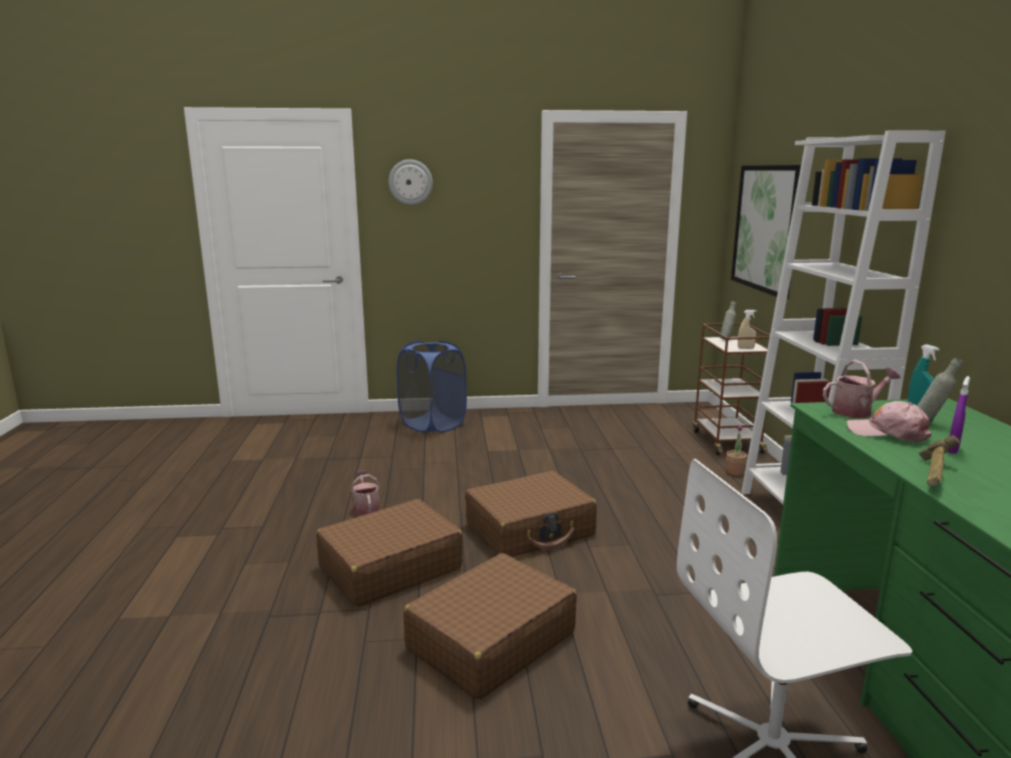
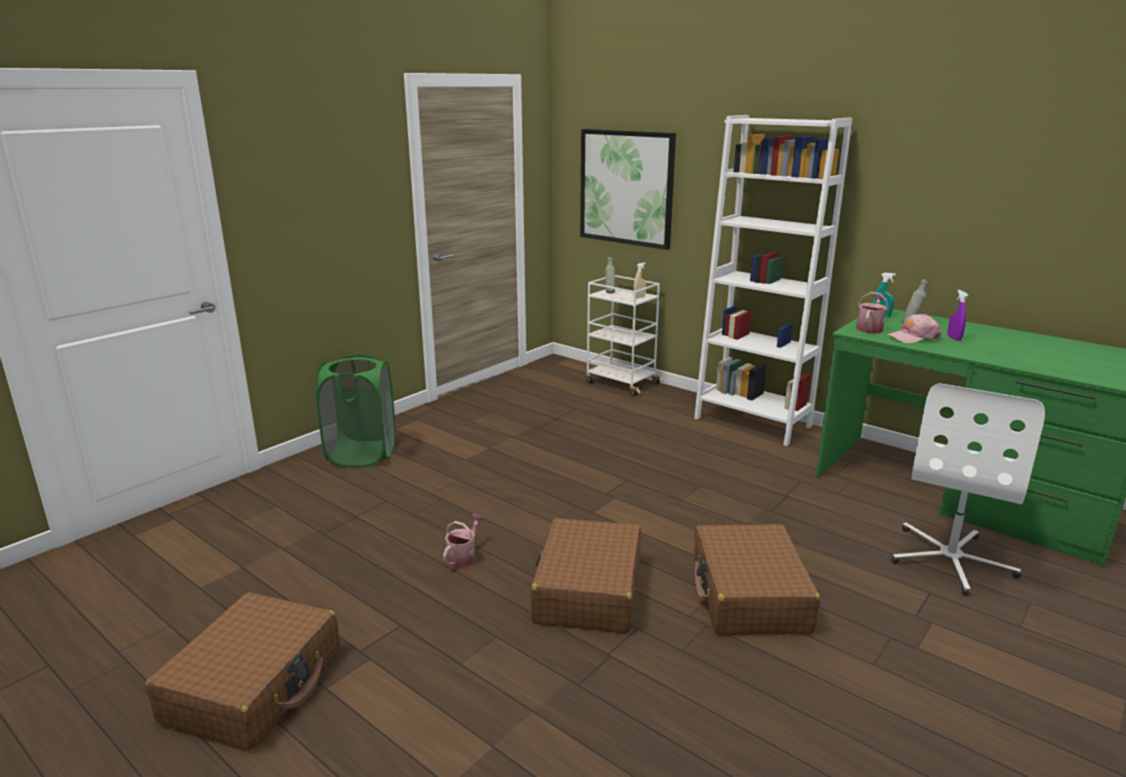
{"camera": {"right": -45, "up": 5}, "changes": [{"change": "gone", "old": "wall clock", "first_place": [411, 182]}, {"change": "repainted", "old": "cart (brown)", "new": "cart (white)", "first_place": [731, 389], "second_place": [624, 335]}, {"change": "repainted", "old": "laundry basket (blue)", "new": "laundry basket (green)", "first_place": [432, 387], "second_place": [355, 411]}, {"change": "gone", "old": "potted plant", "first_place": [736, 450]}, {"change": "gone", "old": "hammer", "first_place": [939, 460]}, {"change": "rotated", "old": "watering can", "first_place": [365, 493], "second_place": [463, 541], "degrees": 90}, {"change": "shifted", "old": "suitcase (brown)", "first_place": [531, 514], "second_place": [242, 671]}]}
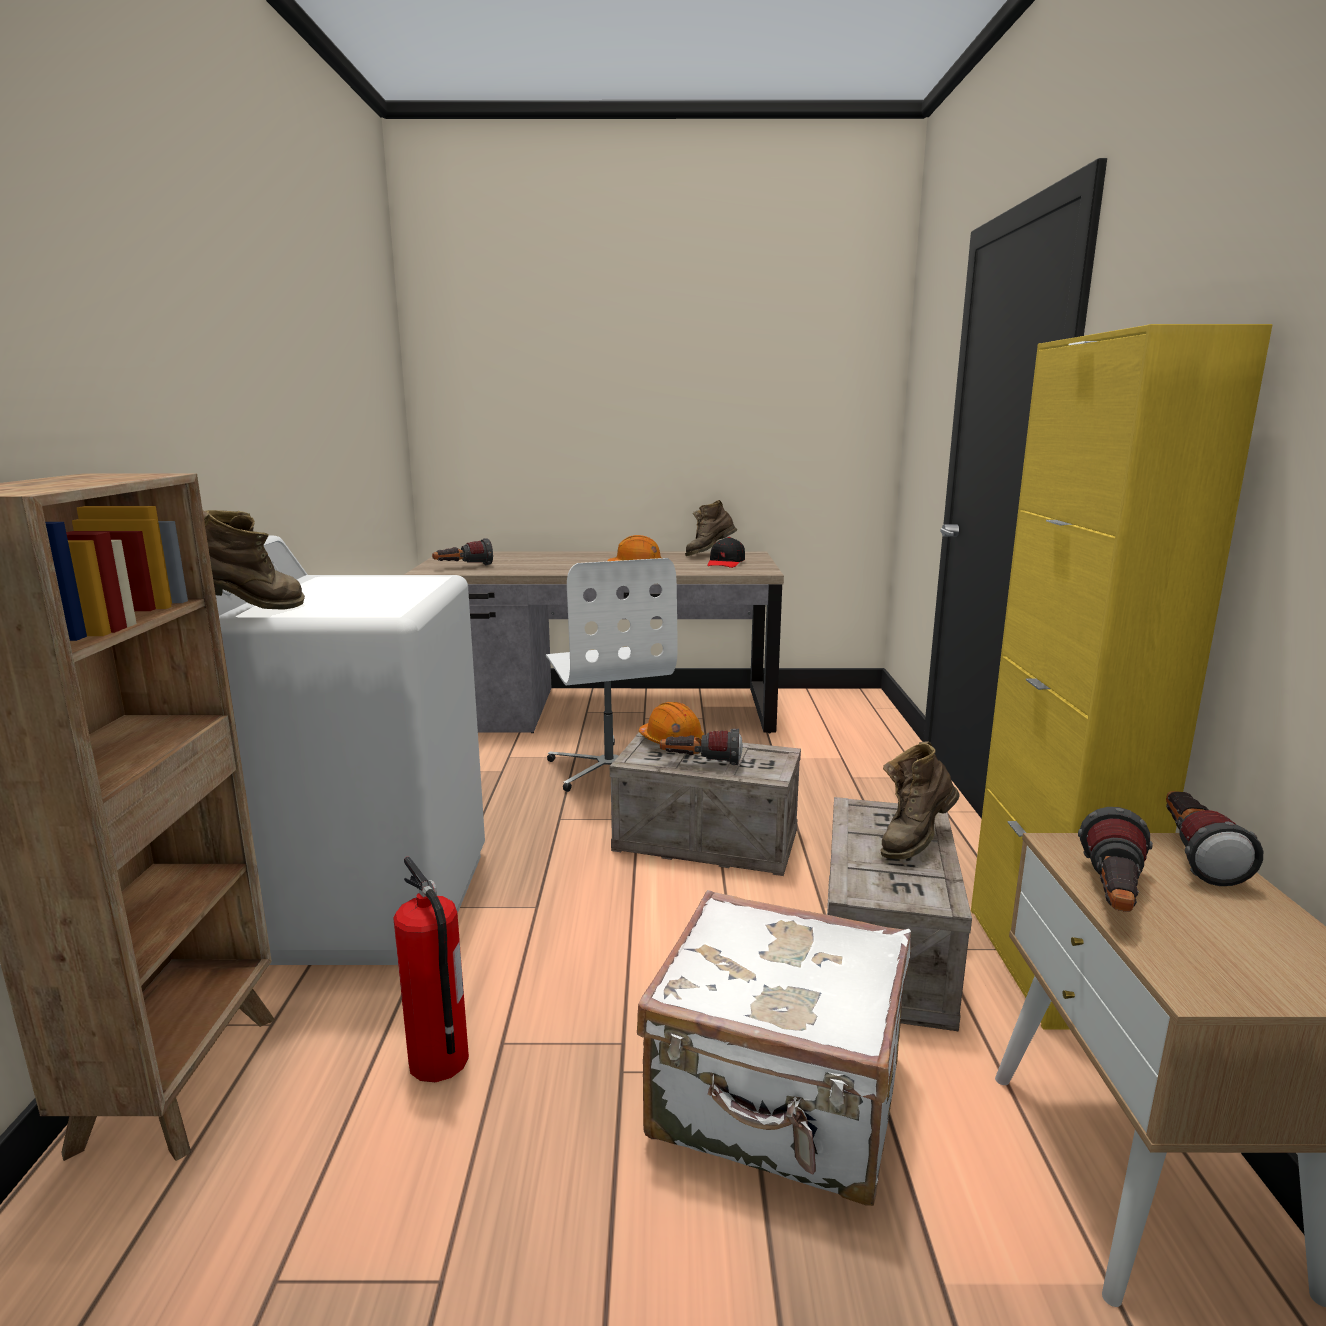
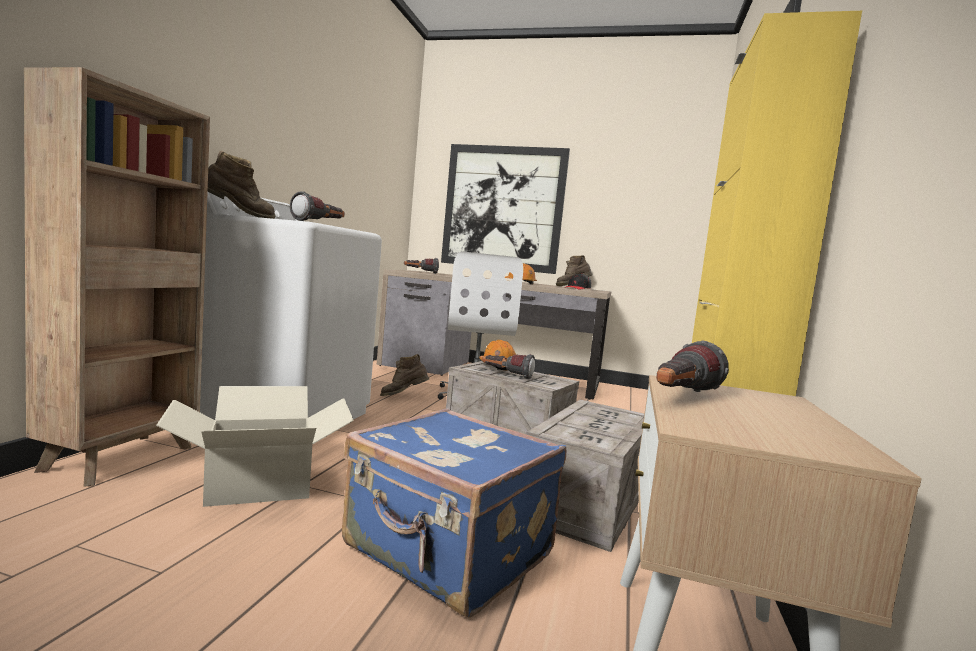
{"camera": {"right": 15, "up": -10}, "changes": [{"change": "shifted", "old": "boot (brown)", "first_place": [920, 800], "second_place": [404, 375]}, {"change": "shifted", "old": "flashlight", "first_place": [1214, 838], "second_place": [317, 206]}, {"change": "swapped", "old": "fire extinguisher", "new": "cardboard box", "first_place": [431, 969], "second_place": [255, 446]}, {"change": "repainted", "old": "suitcase (white)", "new": "suitcase (blue)", "first_place": [774, 1048], "second_place": [454, 512]}, {"change": "new", "new": "picture", "second_place": [505, 209]}]}
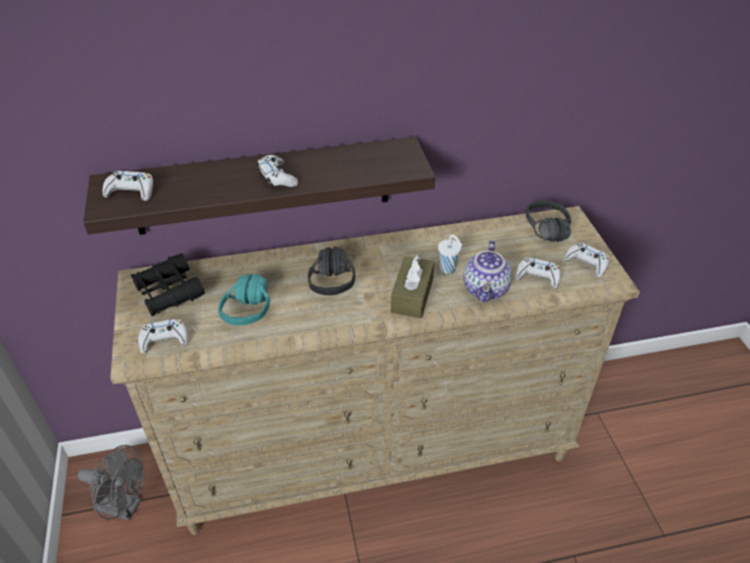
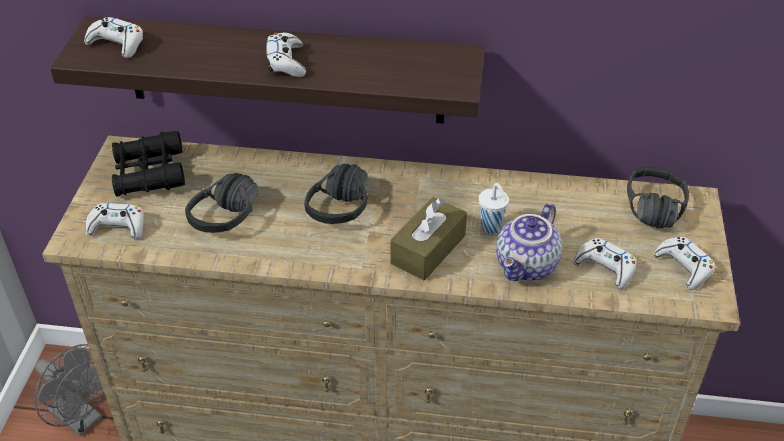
{"camera": {"right": 20, "up": 0}, "changes": [{"change": "repainted", "old": "headphones (turquoise)", "new": "headphones (black)", "first_place": [244, 300], "second_place": [221, 203]}]}
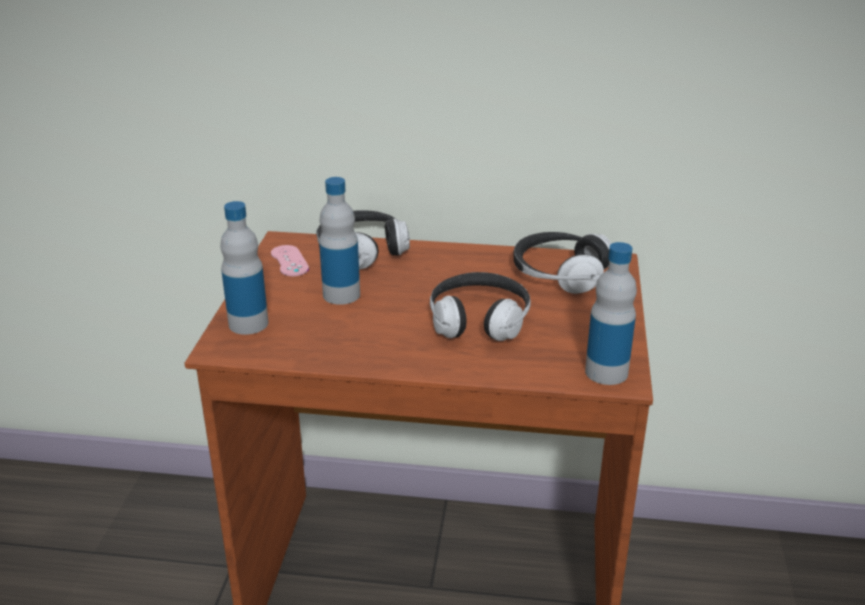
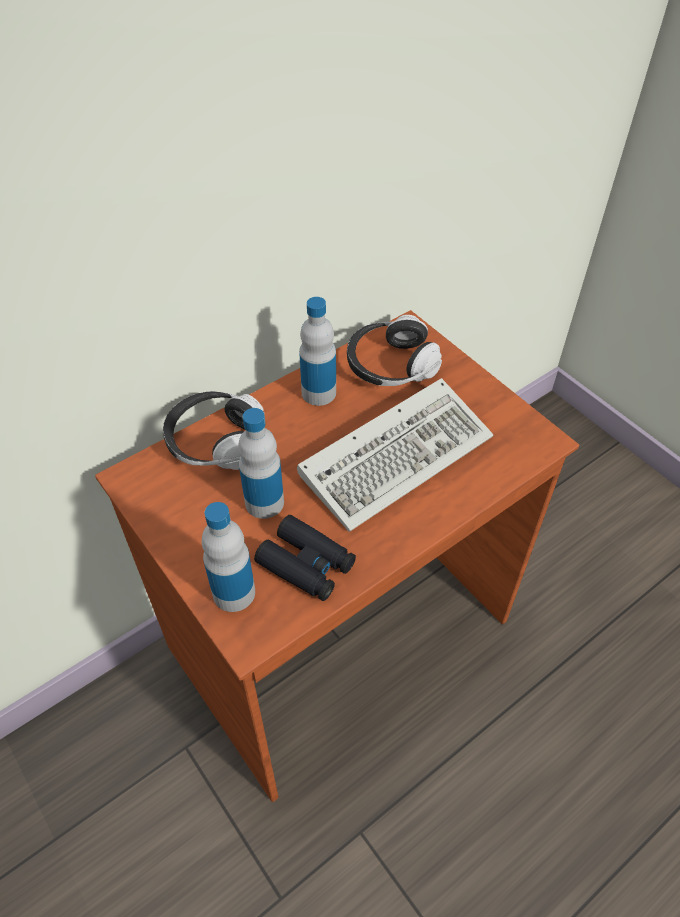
{"camera": {"right": -45, "up": 20}, "changes": [{"change": "shifted", "old": "bottle", "first_place": [611, 313], "second_place": [317, 351]}, {"change": "gone", "old": "game controller (pink)", "first_place": [290, 260]}, {"change": "swapped", "old": "headphones", "new": "keyboard", "first_place": [480, 306], "second_place": [395, 455]}, {"change": "new", "new": "binoculars (black)", "second_place": [305, 558]}]}
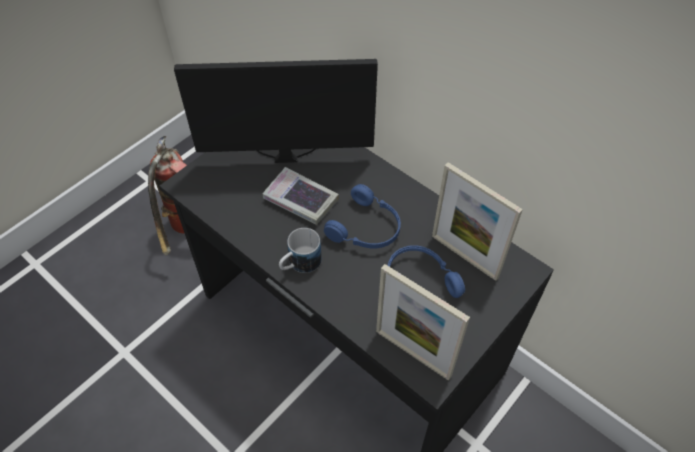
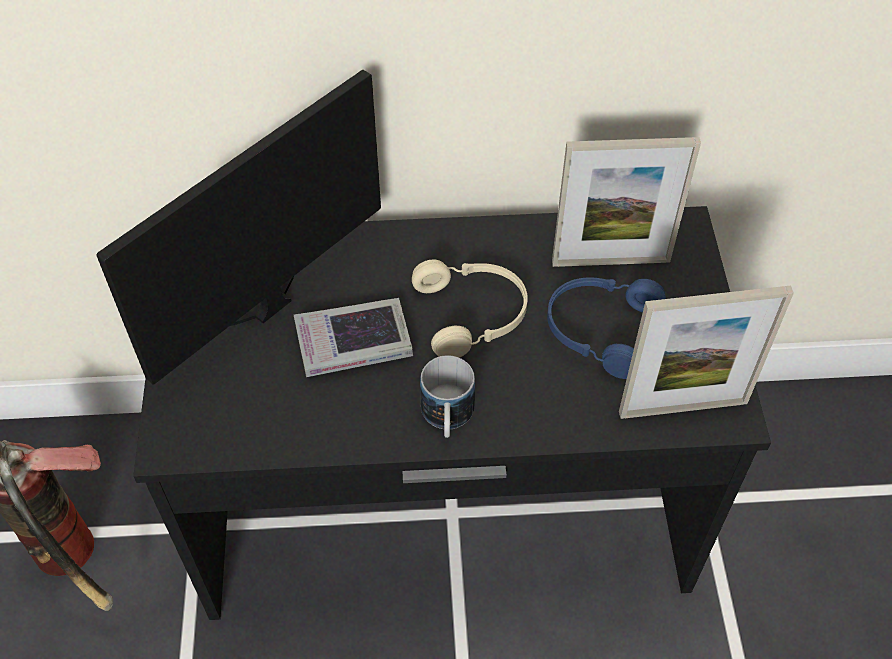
{"camera": {"right": -45, "up": 0}, "changes": [{"change": "repainted", "old": "headphones (blue)", "new": "headphones (beige)", "first_place": [362, 216], "second_place": [470, 309]}]}
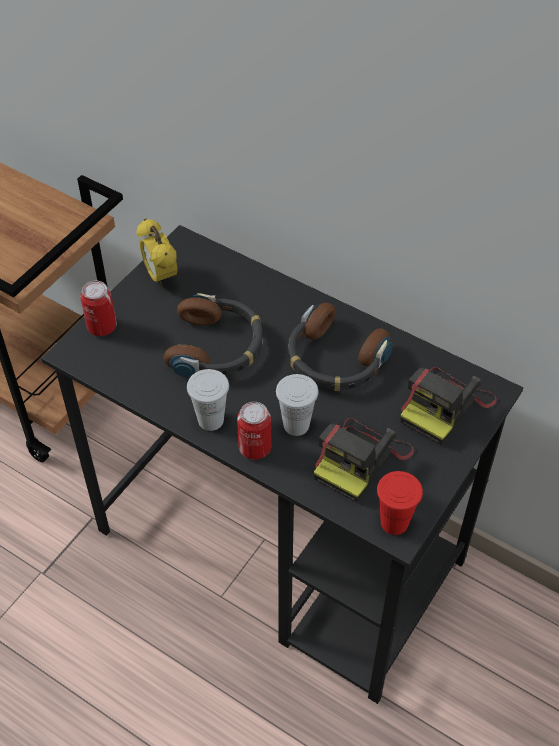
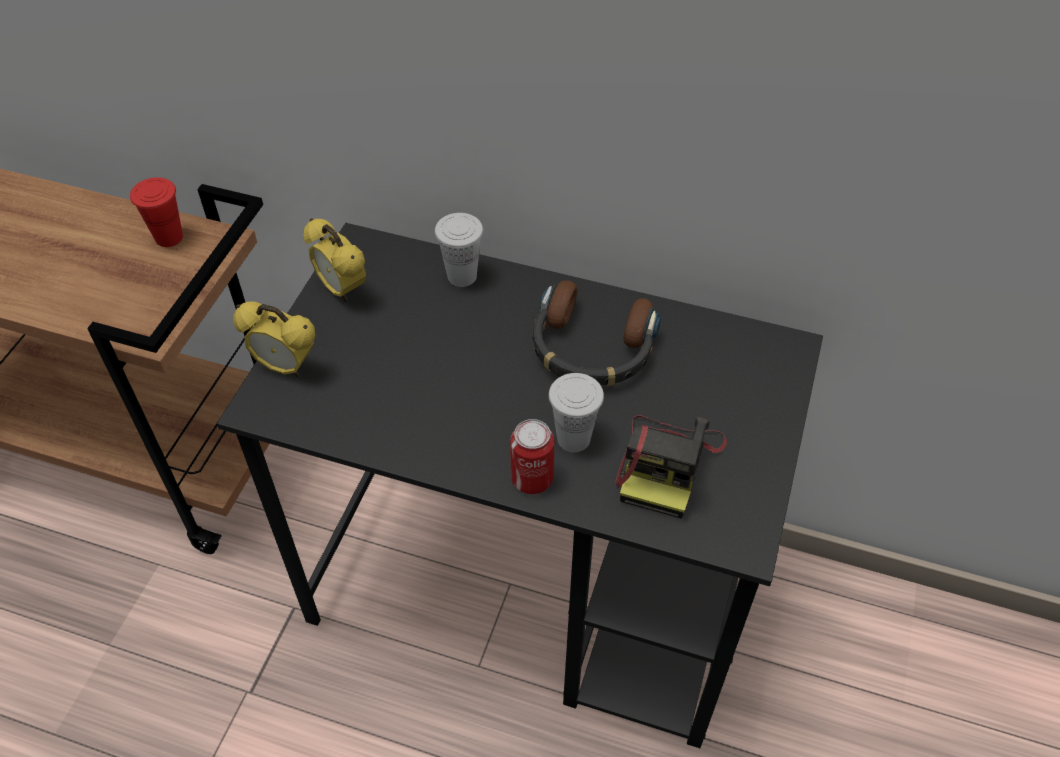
{"camera": {"right": -15, "up": 0}, "changes": [{"change": "swapped", "old": "can", "new": "alarm clock", "first_place": [98, 308], "second_place": [274, 339]}, {"change": "gone", "old": "headphones", "first_place": [213, 335]}, {"change": "gone", "old": "photo camera", "first_place": [449, 406]}, {"change": "shifted", "old": "cup (white)", "first_place": [208, 400], "second_place": [459, 250]}, {"change": "shifted", "old": "cup (red)", "first_place": [400, 503], "second_place": [156, 212]}]}
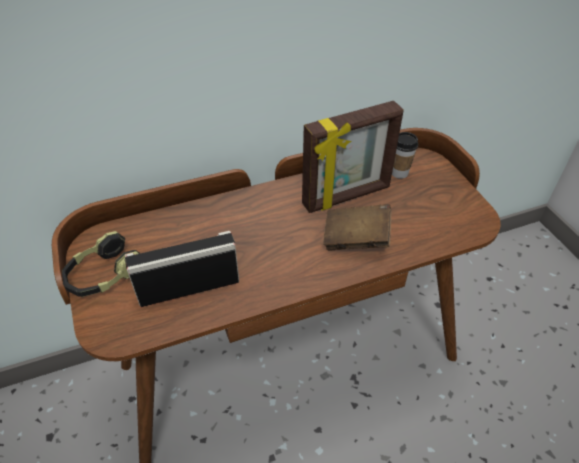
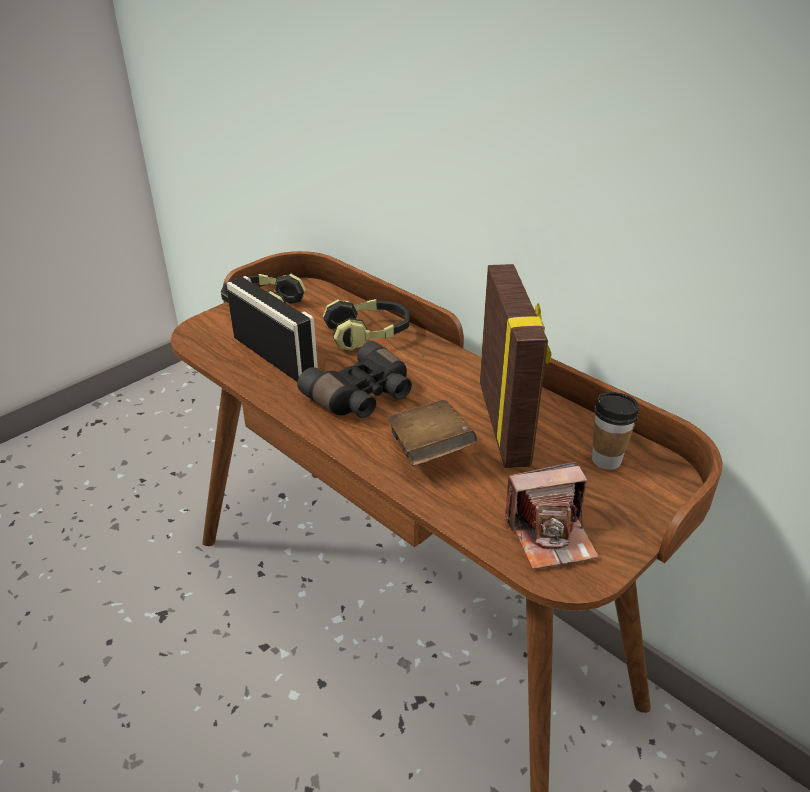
{"camera": {"right": 65, "up": -10}, "changes": [{"change": "rotated", "old": "picture frame", "first_place": [353, 157], "second_place": [515, 366], "degrees": -135}, {"change": "new", "new": "headphones", "second_place": [366, 325]}, {"change": "new", "new": "binoculars (black)", "second_place": [354, 379]}, {"change": "new", "new": "photo camera", "second_place": [551, 515]}]}
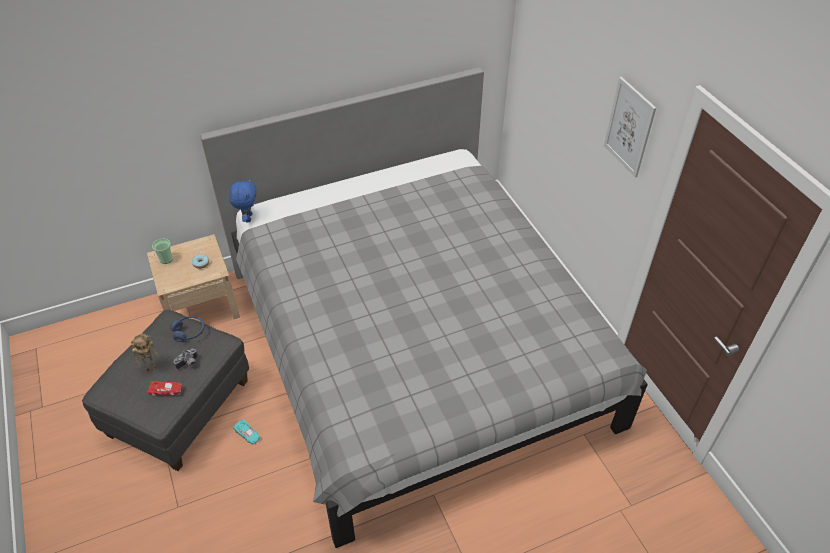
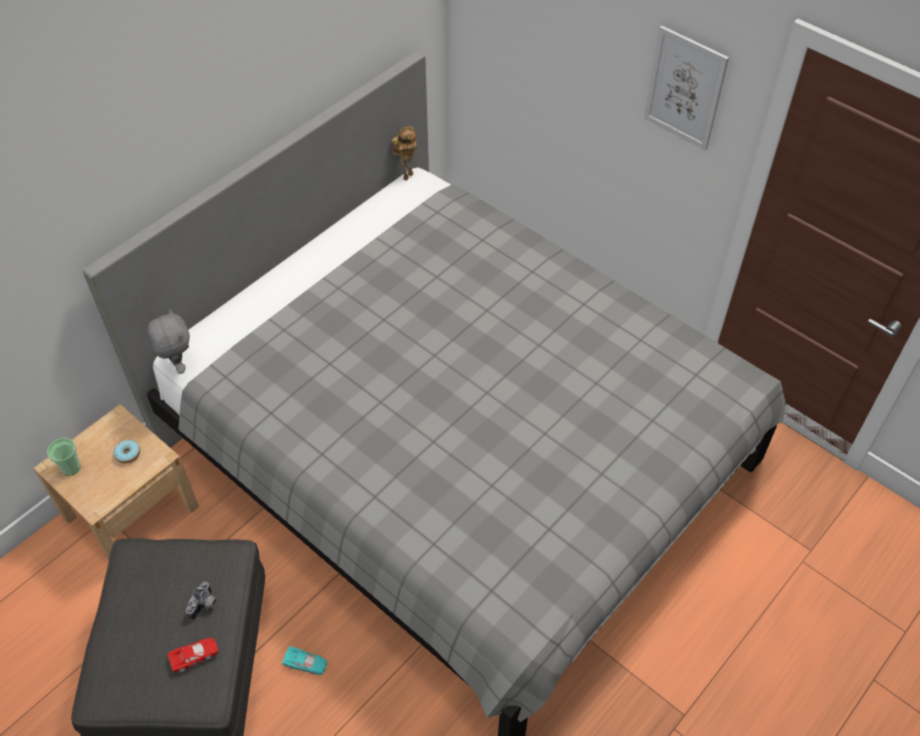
{"camera": {"right": -25, "up": 5}, "changes": [{"change": "repainted", "old": "plush toy (blue)", "new": "plush toy (grey)", "first_place": [243, 200], "second_place": [168, 341]}, {"change": "gone", "old": "headphones (blue)", "first_place": [187, 329]}, {"change": "shifted", "old": "toy robot", "first_place": [144, 353], "second_place": [405, 153]}]}
